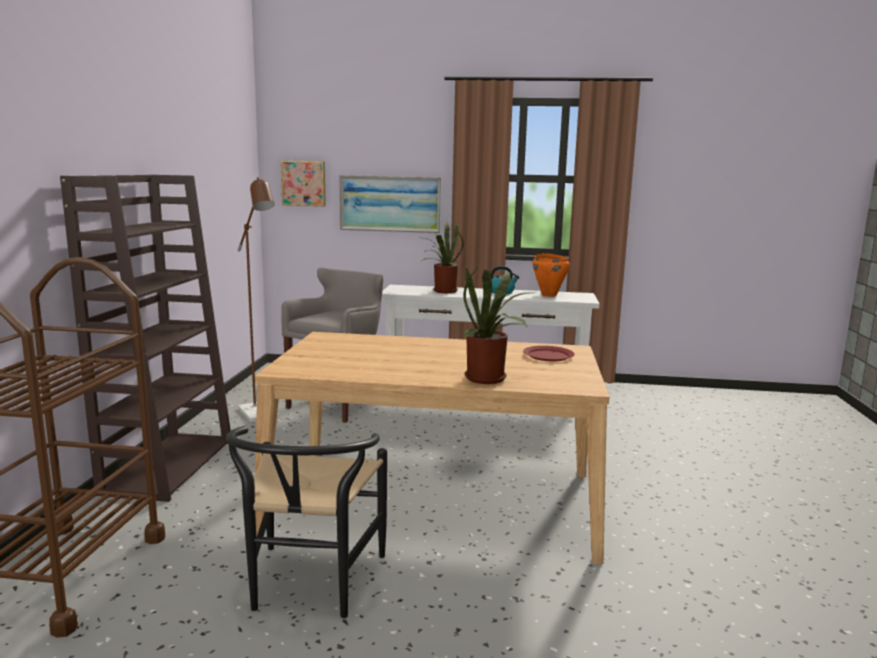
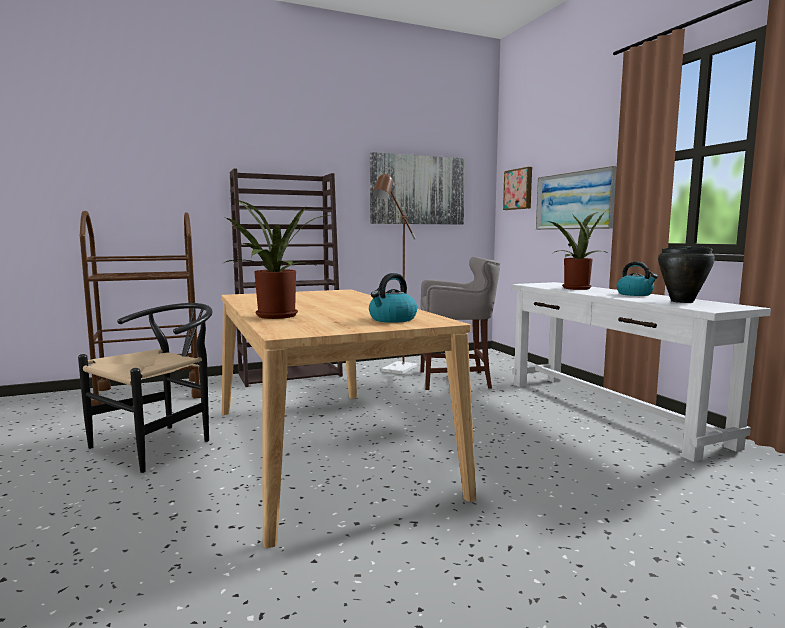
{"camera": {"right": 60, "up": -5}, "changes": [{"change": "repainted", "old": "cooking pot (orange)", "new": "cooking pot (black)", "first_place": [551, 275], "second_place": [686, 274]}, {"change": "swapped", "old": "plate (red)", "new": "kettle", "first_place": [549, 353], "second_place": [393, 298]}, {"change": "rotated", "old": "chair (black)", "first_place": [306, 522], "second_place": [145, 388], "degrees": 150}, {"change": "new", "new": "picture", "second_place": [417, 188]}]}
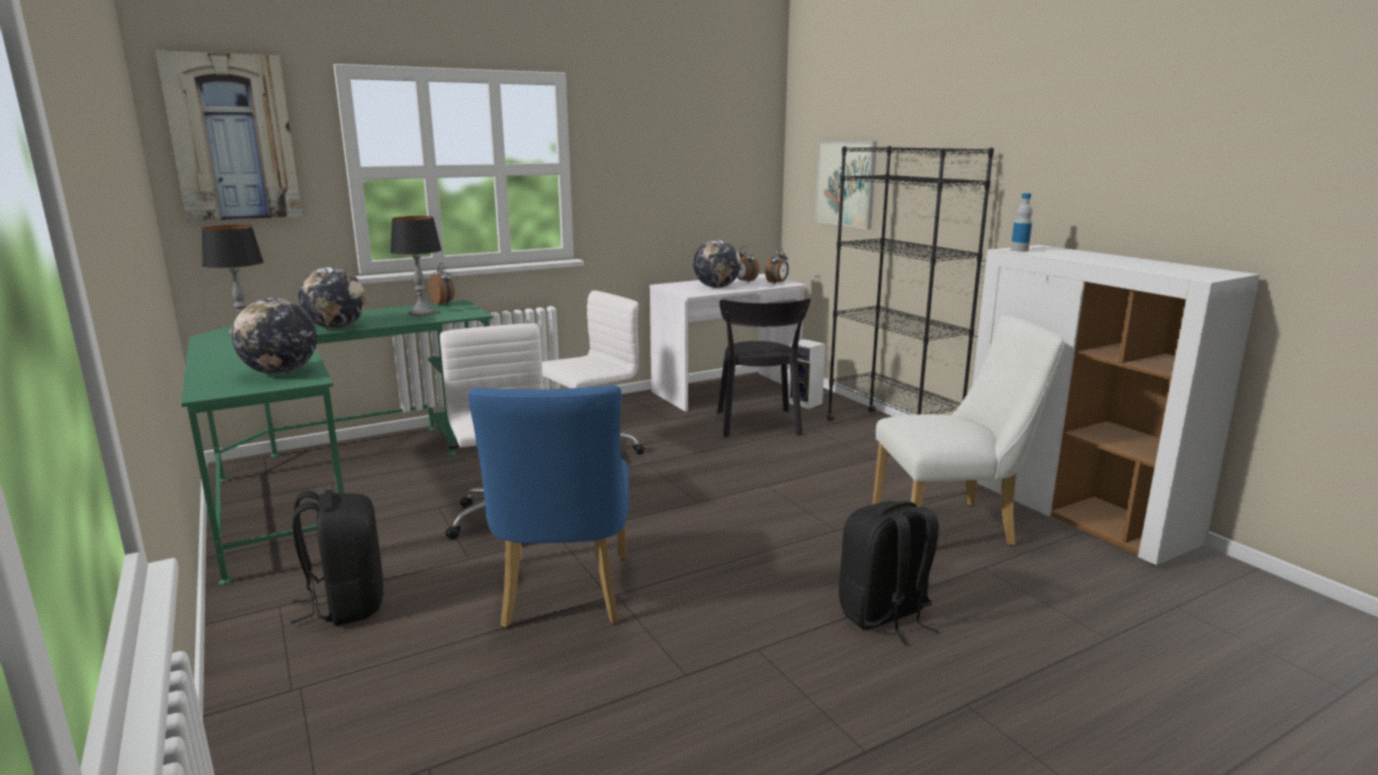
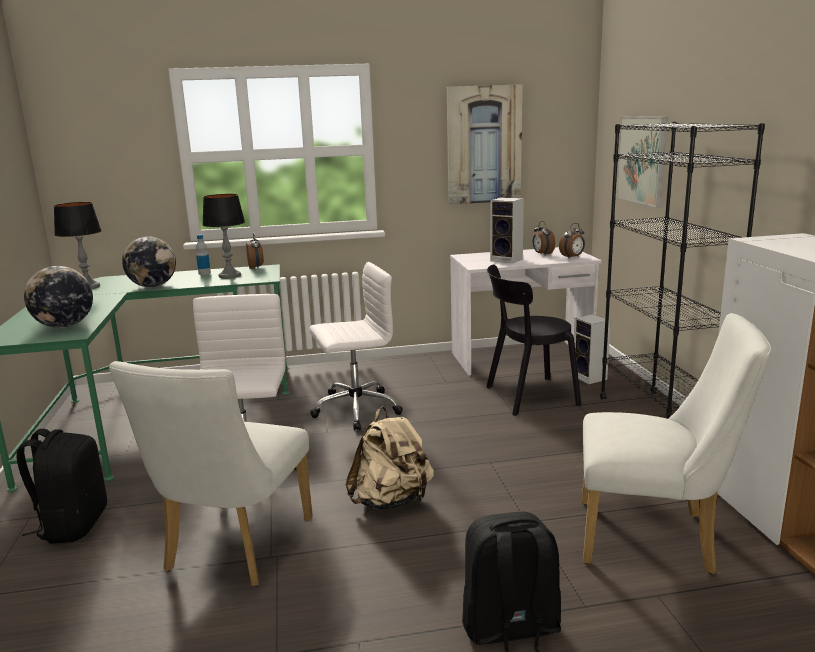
{"camera": {"right": 20, "up": 0}, "changes": [{"change": "shifted", "old": "picture", "first_place": [229, 136], "second_place": [485, 144]}, {"change": "shifted", "old": "bottle", "first_place": [1022, 222], "second_place": [203, 254]}, {"change": "swapped", "old": "globe", "new": "speaker", "first_place": [717, 264], "second_place": [507, 230]}, {"change": "rotated", "old": "chair (black)", "first_place": [763, 367], "second_place": [533, 340], "degrees": 60}, {"change": "repainted", "old": "chair (blue)", "new": "chair (white)", "first_place": [548, 506], "second_place": [211, 473]}, {"change": "new", "new": "backpack (beige)", "second_place": [390, 458]}]}
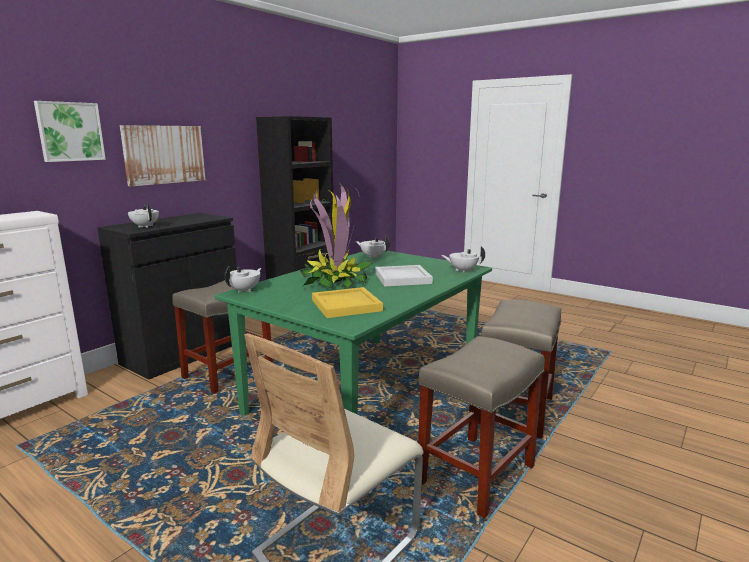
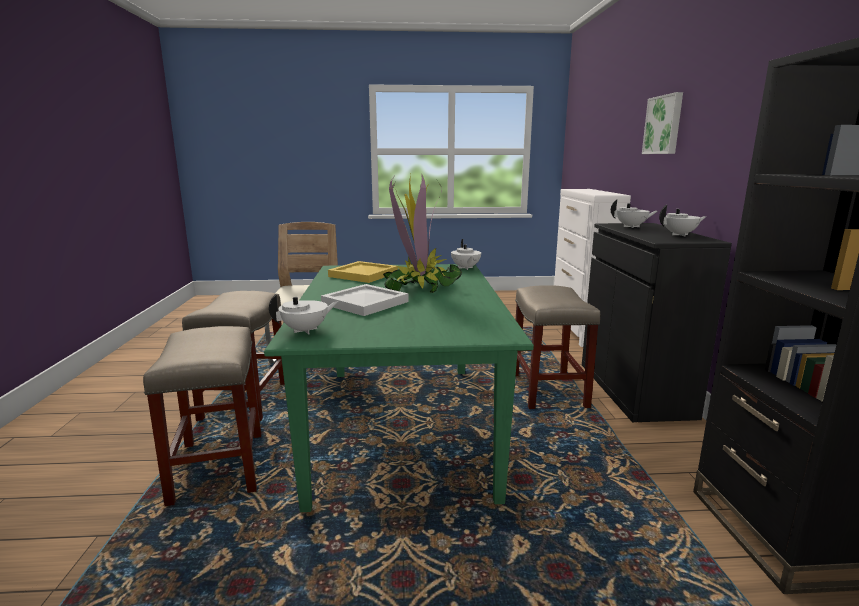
{"camera": {"right": 140, "up": 0}, "changes": [{"change": "gone", "old": "picture", "first_place": [162, 156]}, {"change": "shifted", "old": "teapot (white)", "first_place": [373, 246], "second_place": [683, 220]}]}
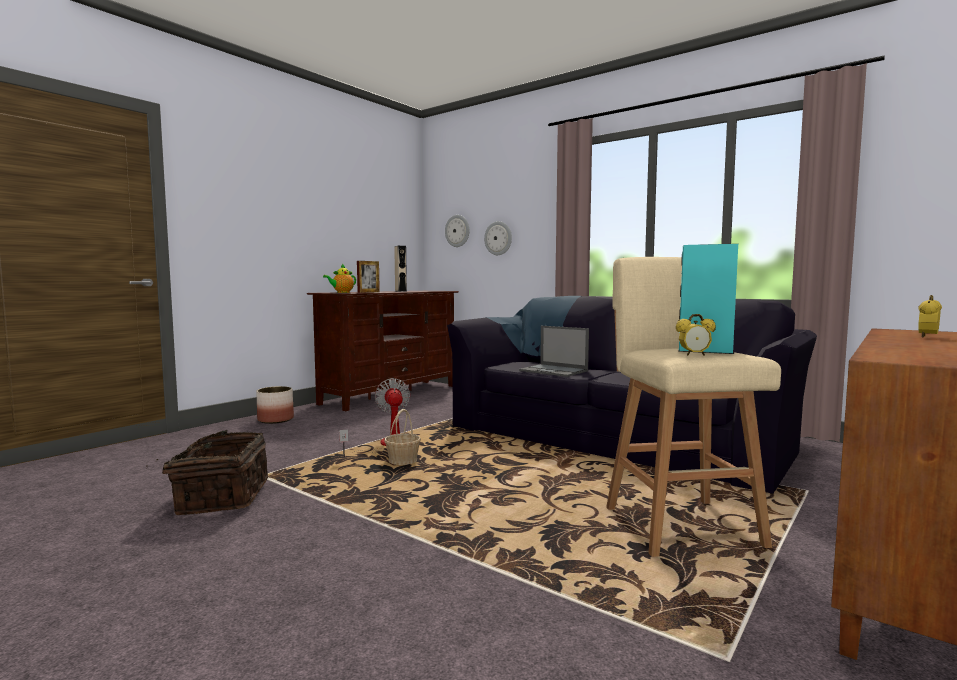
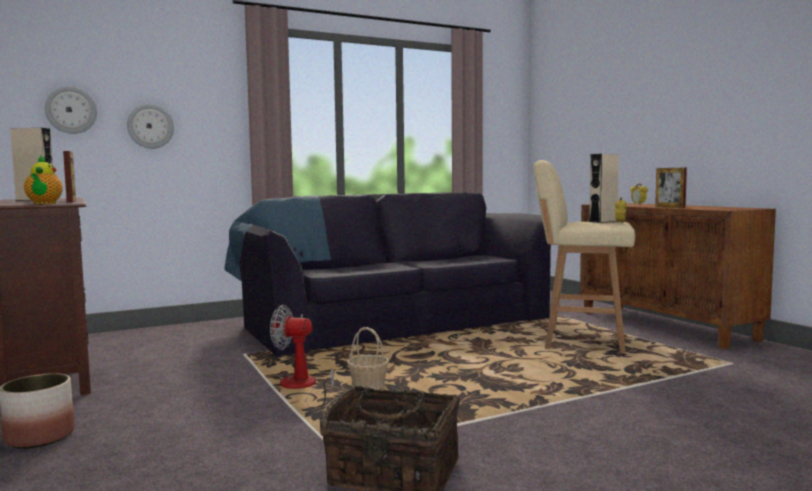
{"camera": {"right": -65, "up": 0}, "changes": [{"change": "repainted", "old": "speaker (turquoise)", "new": "speaker (beige)", "first_place": [708, 299], "second_place": [604, 188]}, {"change": "gone", "old": "laptop", "first_place": [554, 351]}, {"change": "new", "new": "picture frame", "second_place": [671, 188]}]}
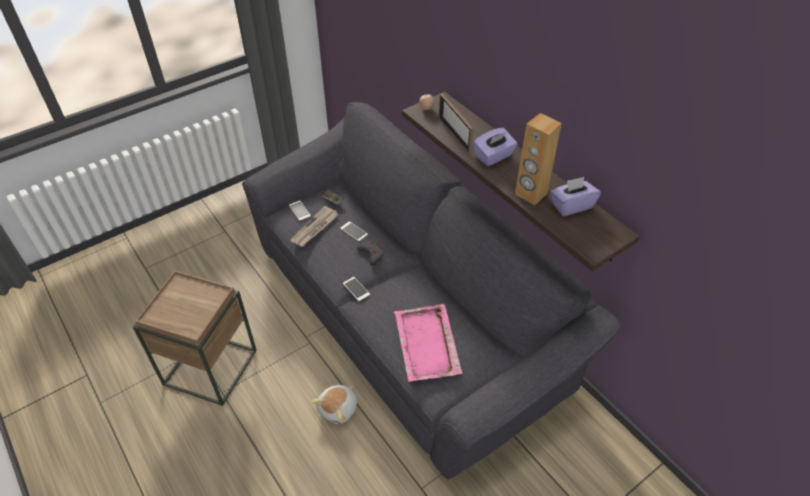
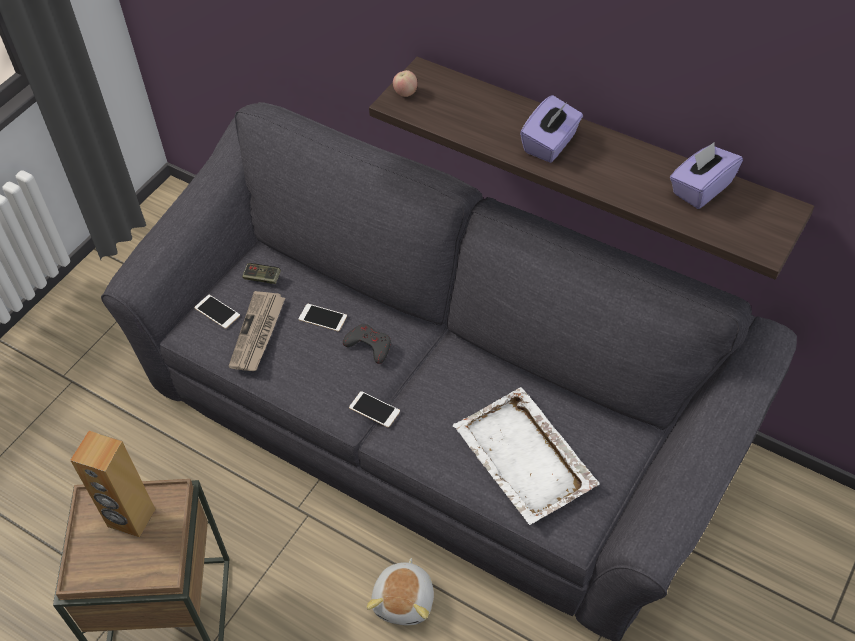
{"camera": {"right": -20, "up": 5}, "changes": [{"change": "gone", "old": "picture frame", "first_place": [456, 123]}, {"change": "shifted", "old": "speaker (brown)", "first_place": [538, 159], "second_place": [112, 484]}, {"change": "repainted", "old": "tray (pink)", "new": "tray (white)", "first_place": [428, 343], "second_place": [526, 456]}]}
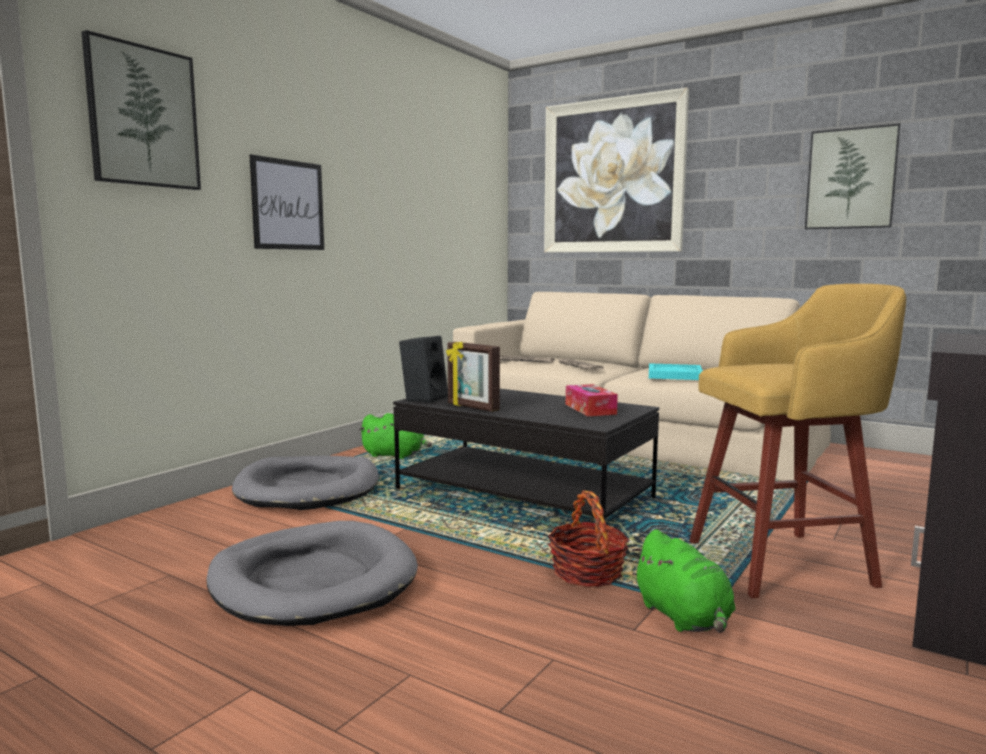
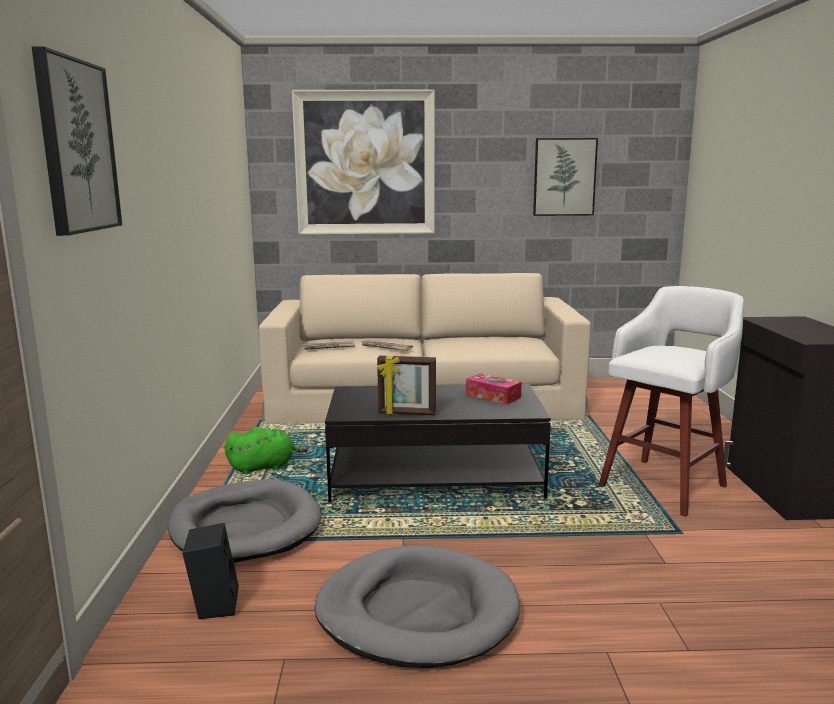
{"camera": {"right": -35, "up": 5}, "changes": [{"change": "gone", "old": "picture", "first_place": [286, 202]}, {"change": "repainted", "old": "stool (yellow)", "new": "stool (white)", "first_place": [797, 441], "second_place": [671, 401]}, {"change": "shifted", "old": "speaker (black)", "first_place": [423, 369], "second_place": [210, 571]}, {"change": "gone", "old": "tray (turquoise)", "first_place": [676, 371]}, {"change": "gone", "old": "basket", "first_place": [588, 538]}, {"change": "gone", "old": "plush toy (green)", "first_place": [683, 581]}]}
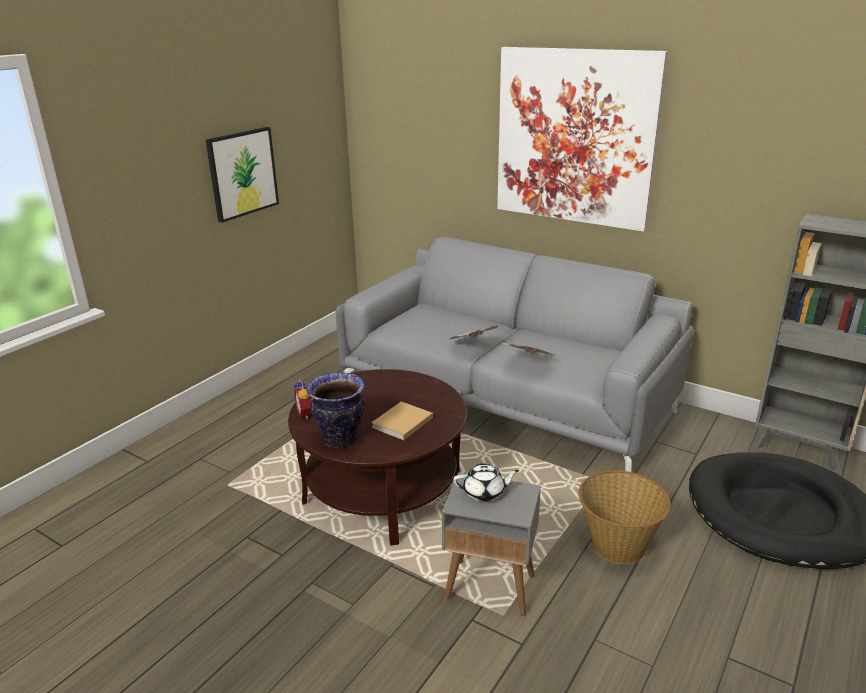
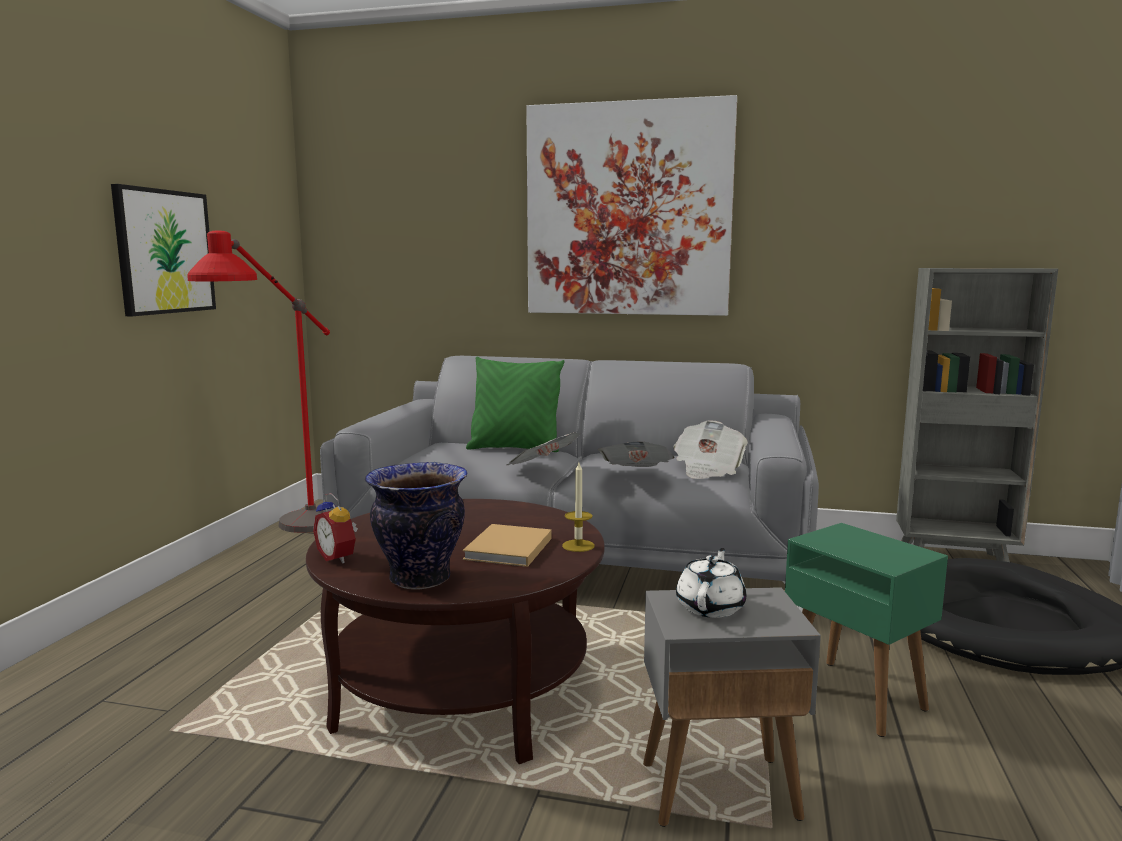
{"camera": {"right": -20, "up": -15}, "changes": [{"change": "rotated", "old": "teapot (white)", "first_place": [486, 483], "second_place": [711, 583], "degrees": -45}, {"change": "swapped", "old": "basket", "new": "side table (green)", "first_place": [624, 517], "second_place": [866, 630]}, {"change": "new", "new": "floor lamp (red)", "second_place": [258, 382]}, {"change": "new", "new": "pillow (green)", "second_place": [515, 404]}, {"change": "new", "new": "newspaper", "second_place": [711, 449]}, {"change": "new", "new": "candle", "second_place": [578, 507]}]}
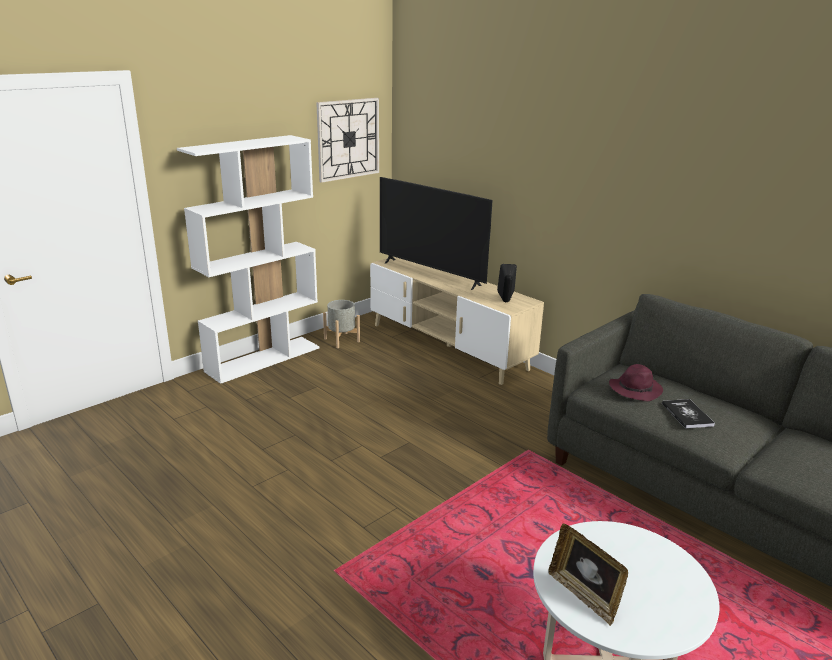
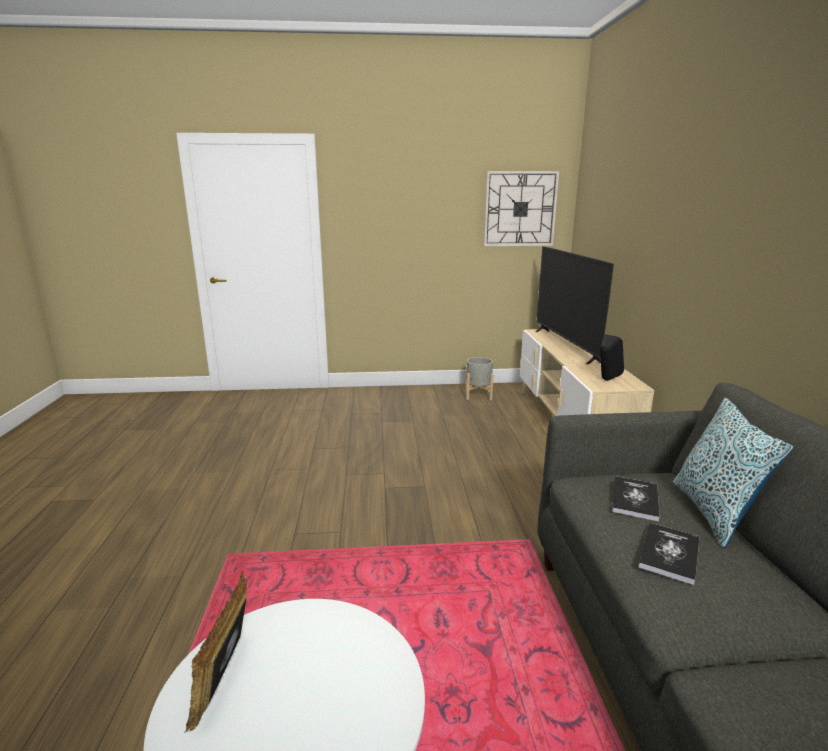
{"camera": {"right": 40, "up": -5}, "changes": [{"change": "gone", "old": "bookcase (white)", "first_place": [248, 259]}, {"change": "swapped", "old": "hat (purple)", "new": "book", "first_place": [636, 382], "second_place": [636, 498]}, {"change": "new", "new": "pillow", "second_place": [733, 473]}]}
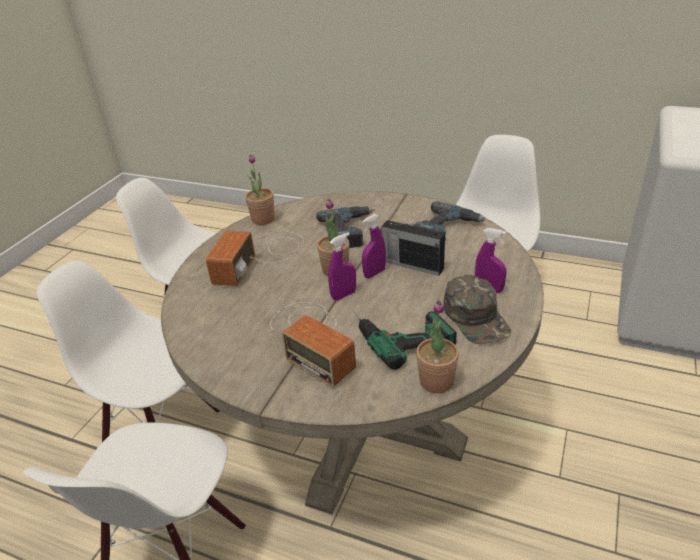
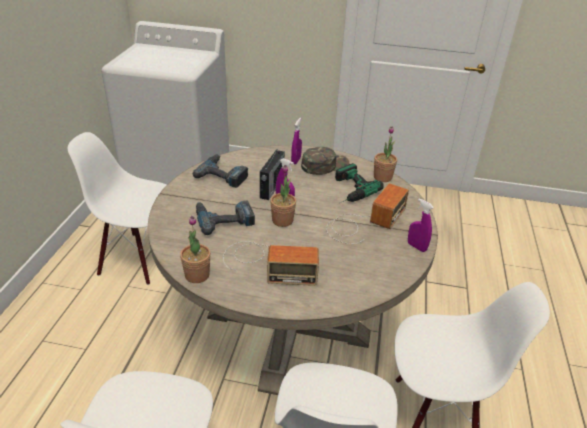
{"camera": {"right": -105, "up": 0}, "changes": [{"change": "shifted", "old": "spray bottle (purple)", "first_place": [342, 266], "second_place": [421, 225]}]}
